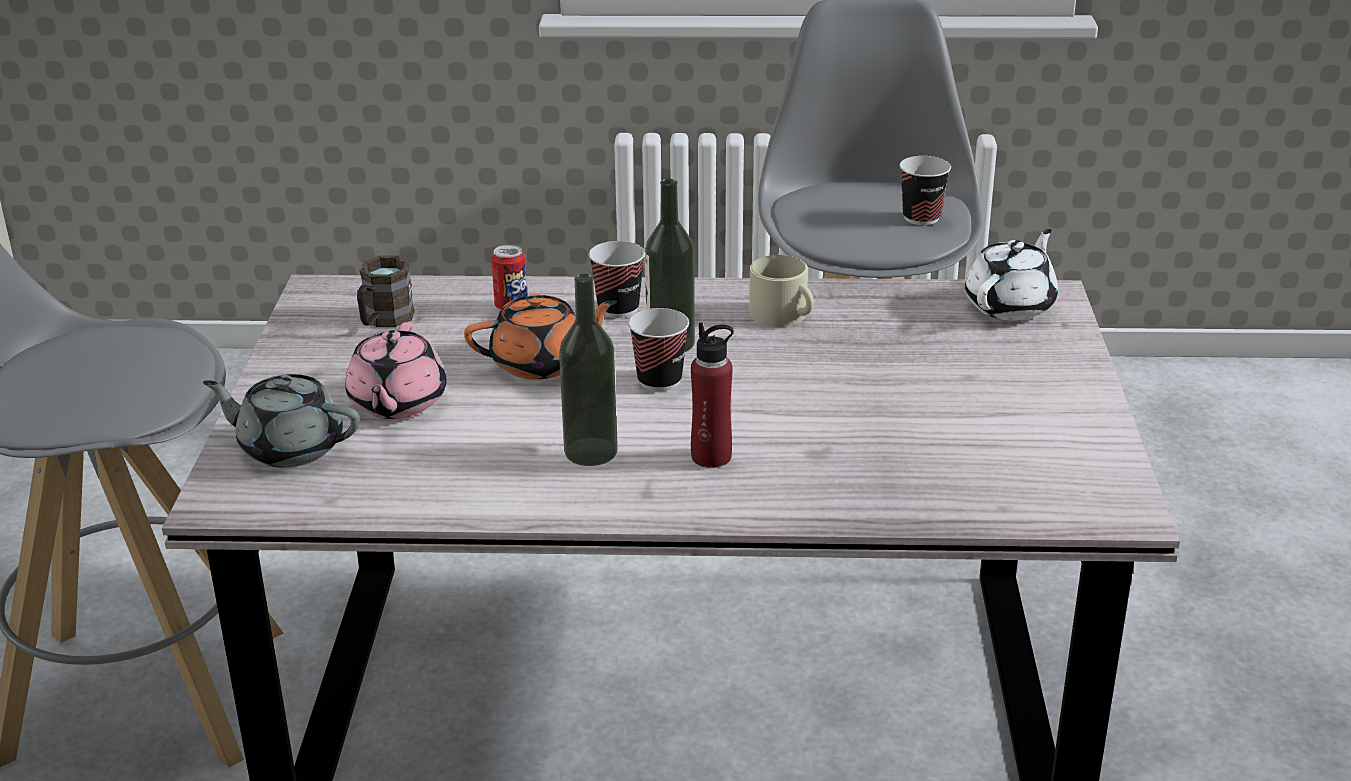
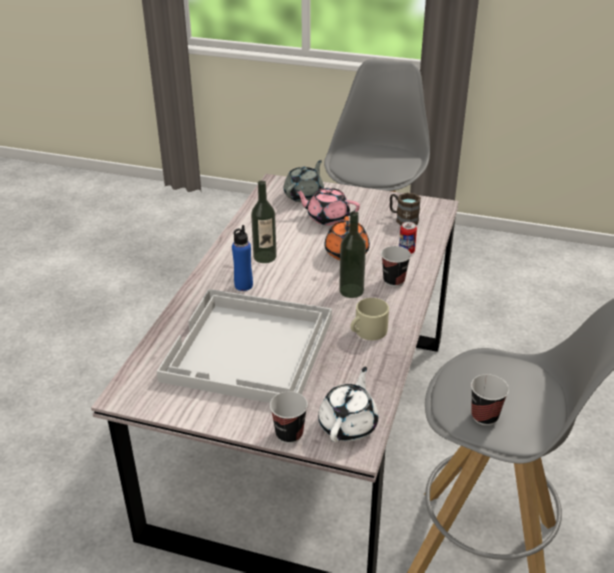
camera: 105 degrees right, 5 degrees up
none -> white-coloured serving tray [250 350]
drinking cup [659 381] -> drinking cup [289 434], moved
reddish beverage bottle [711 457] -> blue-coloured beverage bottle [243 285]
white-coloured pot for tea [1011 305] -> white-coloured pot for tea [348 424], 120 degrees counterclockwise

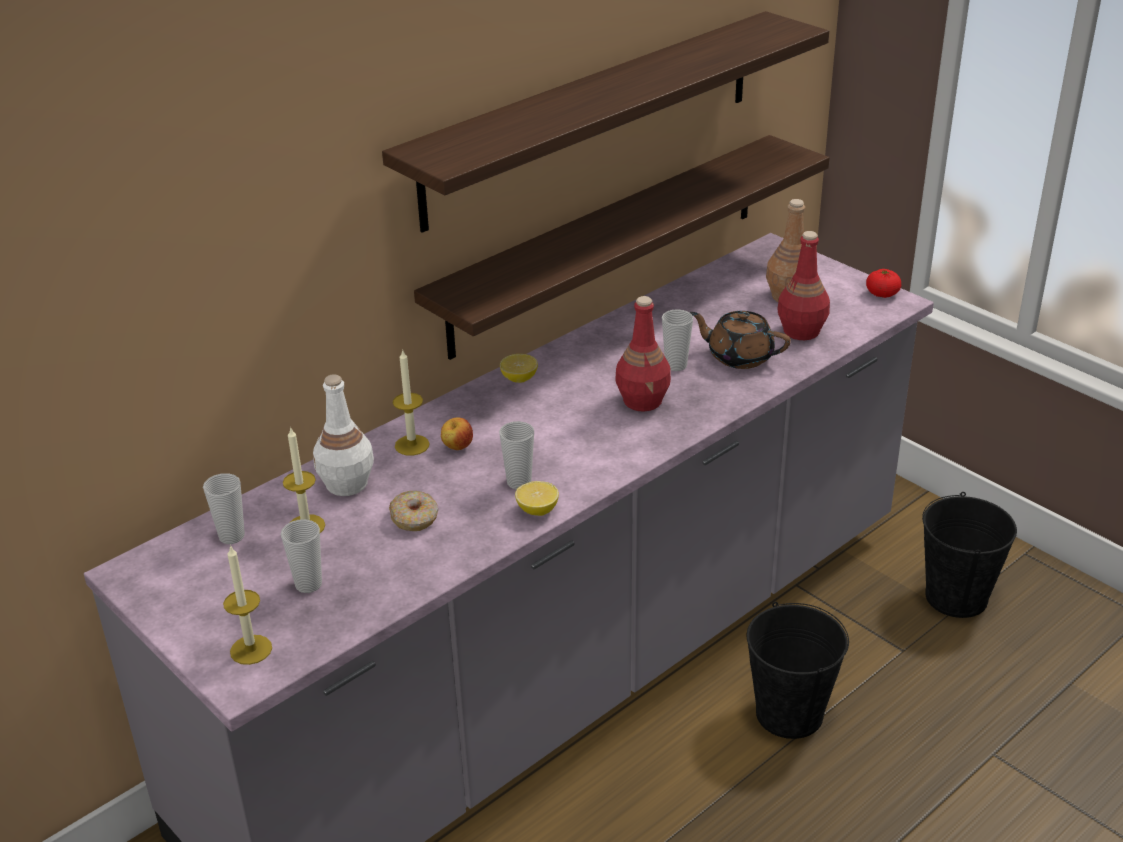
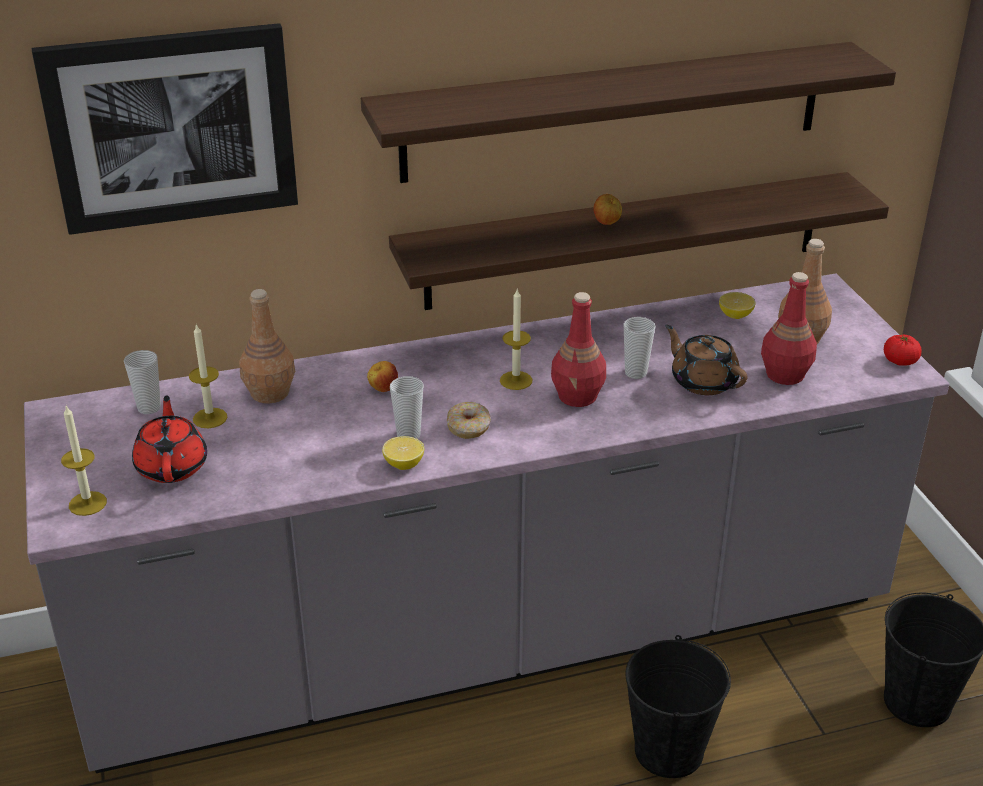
camera: 25 degrees right, 0 degrees up
none -> wall art [172 128]
none -> apple fruit [607 223]
doughnut [414 518] -> doughnut [468 427], moved
candle [412 445] -> candle [516 380], moved
citrus fruit [519 379] -> citrus fruit [735 315], moved
drinking cup [308 584] -> reddish pot for tea [172 466]
white-coloured beverage bottle [347 484] -> brown-coloured beverage bottle [270 393]

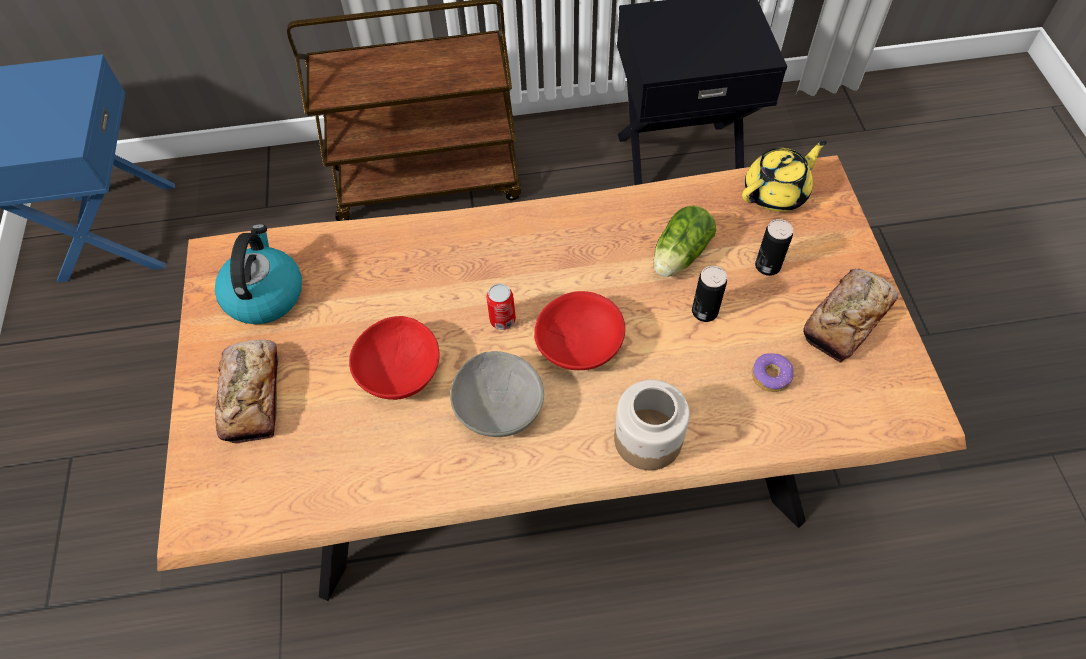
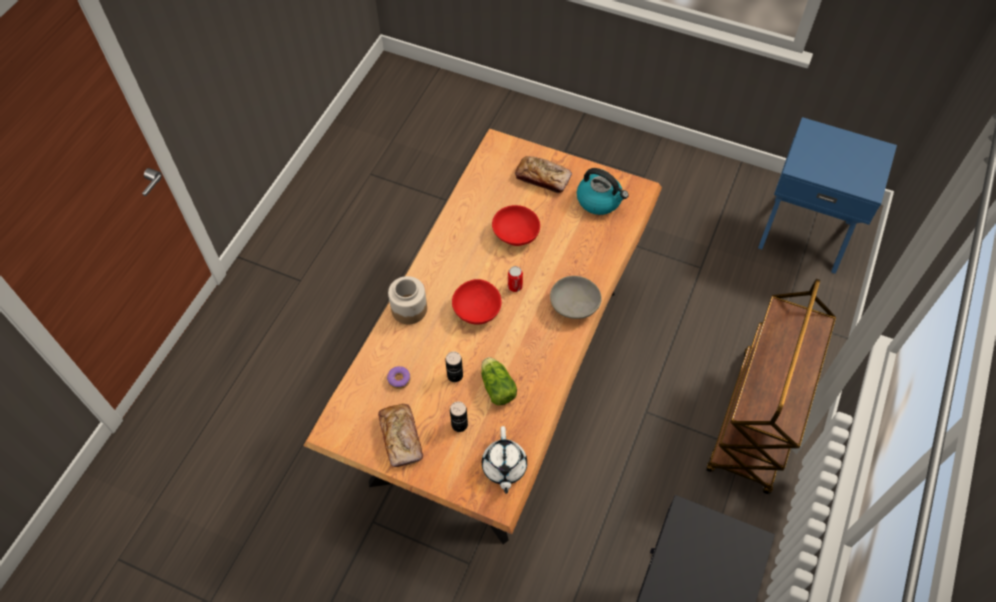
camera: 120 degrees right, 0 degrees up
grey bowl [498 407] -> grey bowl [574 305], moved
yellowish pot for tea [776 192] -> white-coloured pot for tea [504 467]

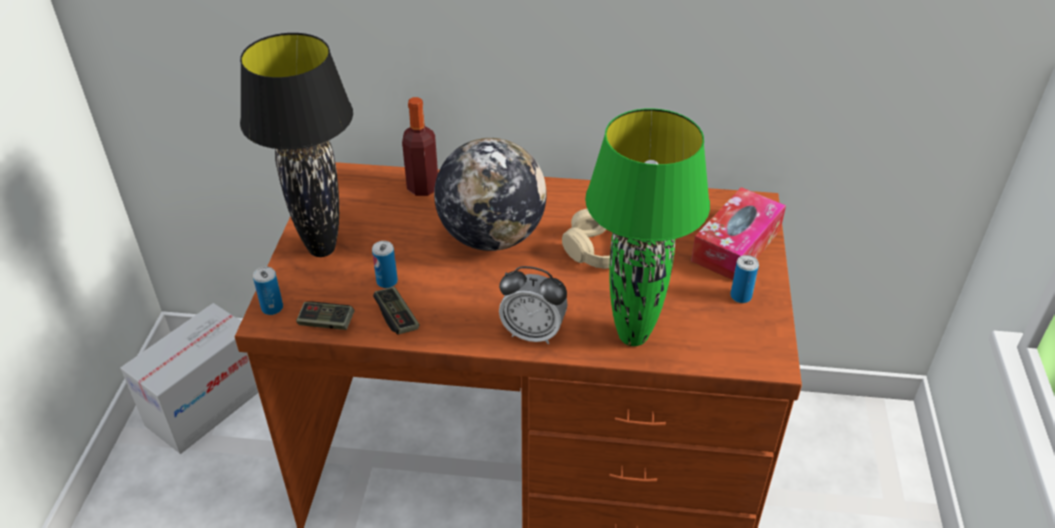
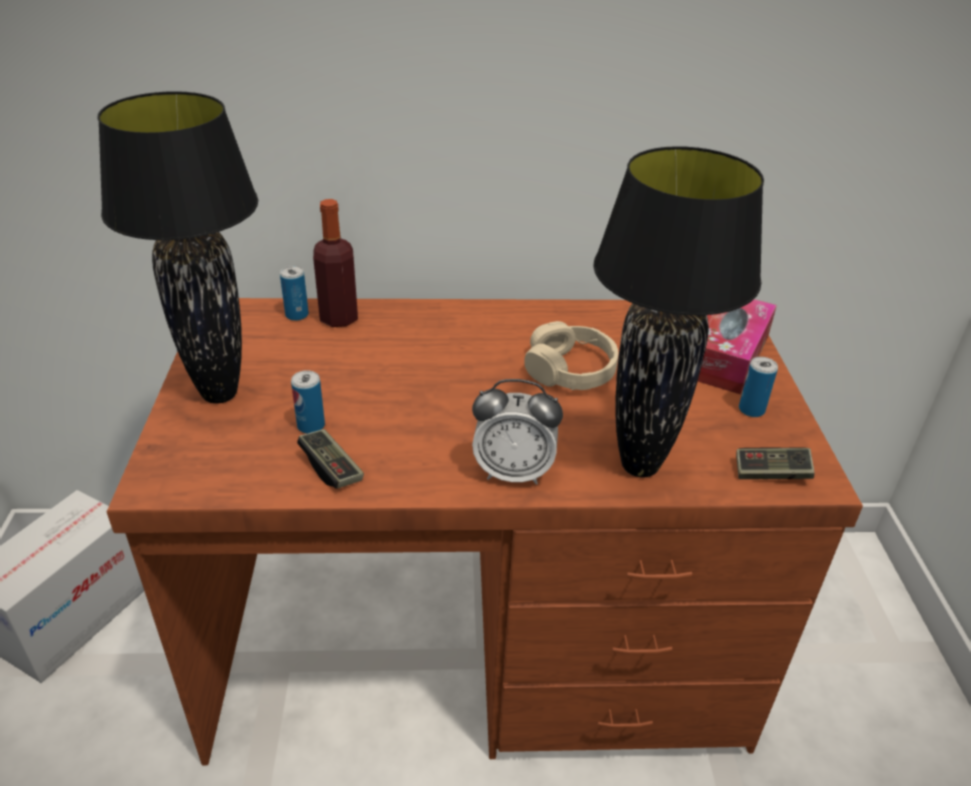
camera: 10 degrees left, 5 degrees down
world globe [491 237] -> none
sealed can [272 308] -> sealed can [297 315], moved
gamepad [326 323] -> gamepad [771 473], moved
green-coloured lamp for a table [632 336] -> black-coloured lamp for a table [638 465]

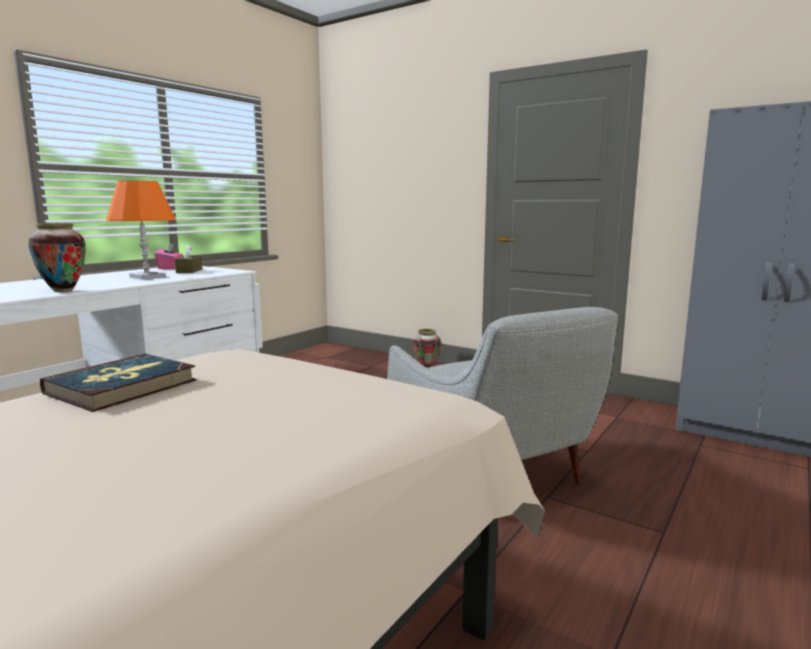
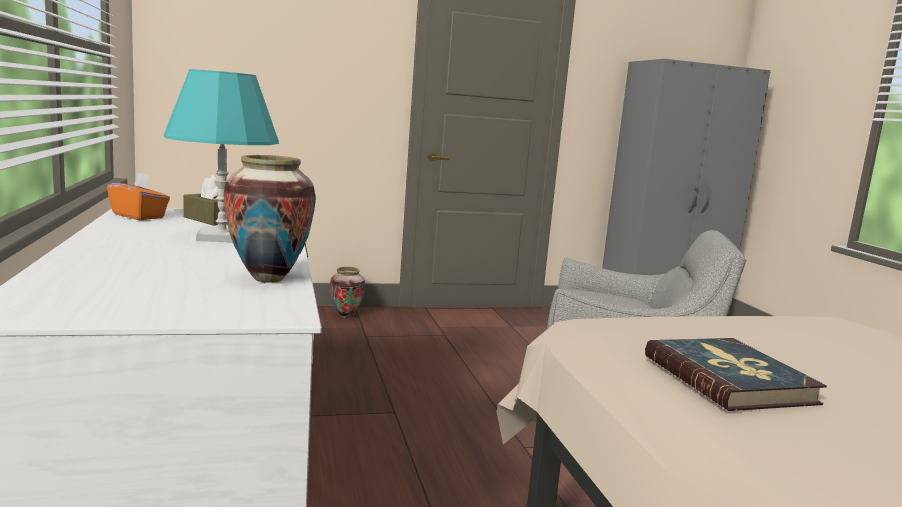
camera: 50 degrees left, 0 degrees up
orange-coloured lamp for a table [147 277] -> turquoise-coloured lamp for a table [221 237]
pinkish tissue holder [170 268] -> orange-coloured tissue holder [139 216]

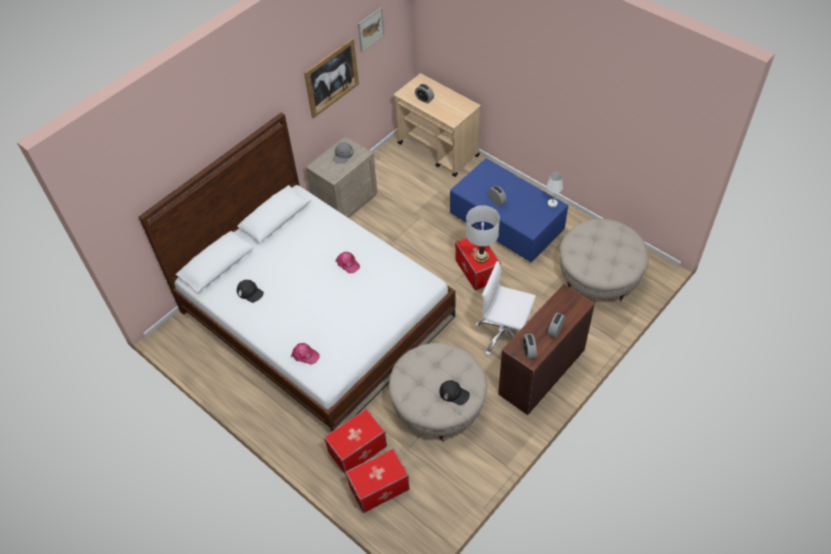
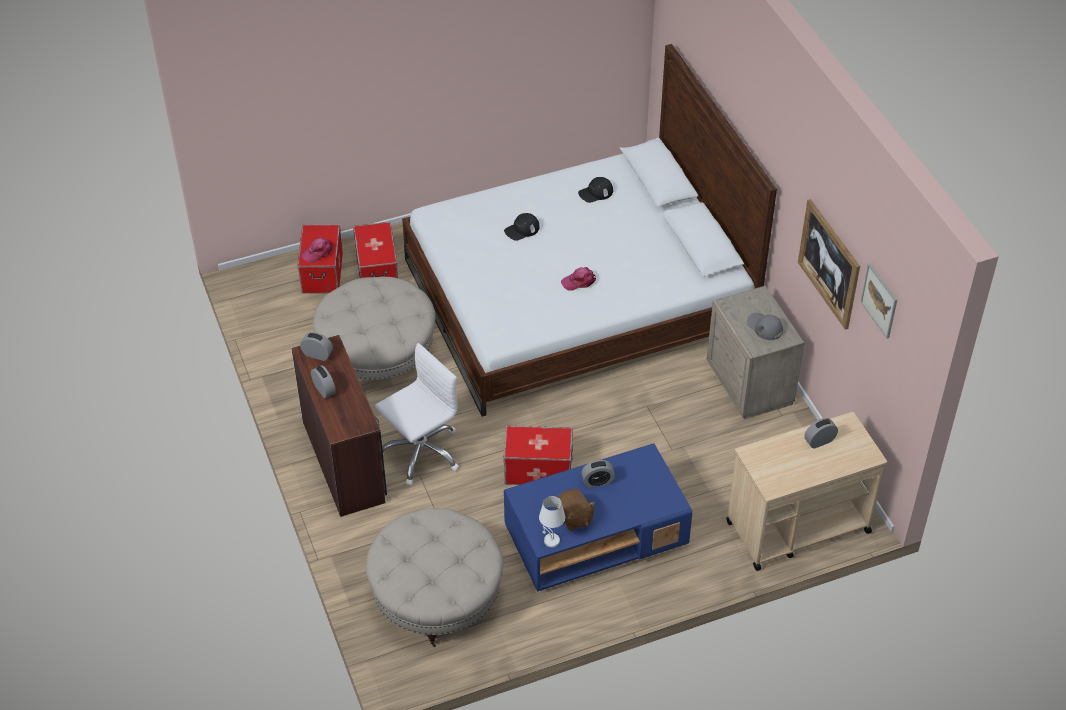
camera: 115 degrees right, 5 degrees down
white-coloured lamp for a table [481 257] -> none
none -> brown-coloured plush toy [573 518]
pinkish peaked cap [305 355] -> pinkish peaked cap [318 252], moved
black-coloured peaked cap [454 393] -> black-coloured peaked cap [522 229], moved

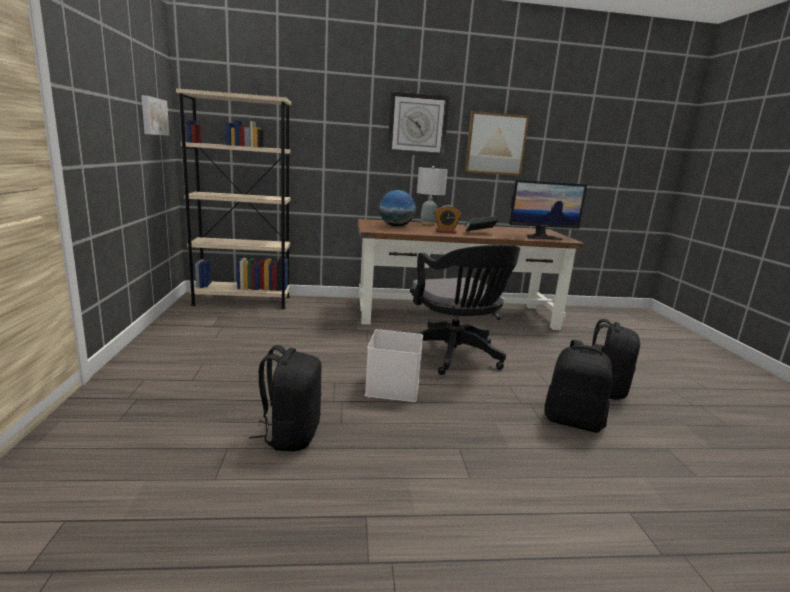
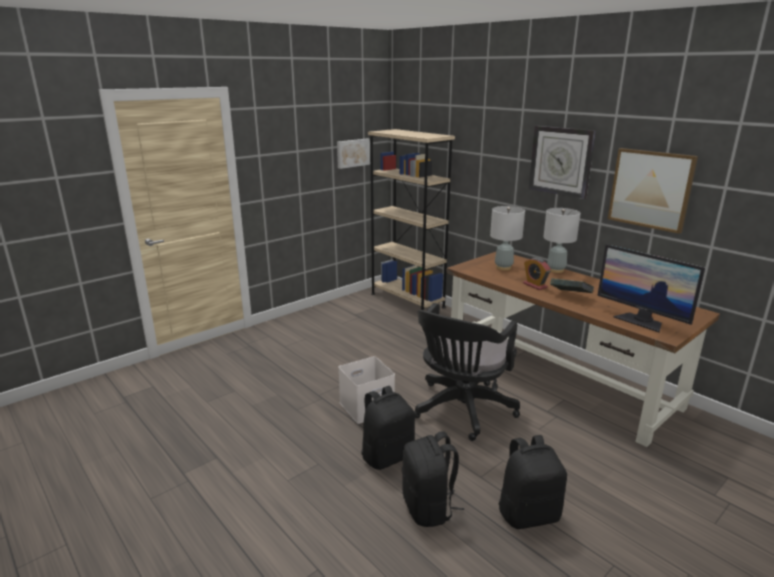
camera: 55 degrees right, 5 degrees up
black-coloured knapsack [290 435] -> black-coloured knapsack [387 456], moved
world globe [396 226] -> grey lamp for a table [503 267]

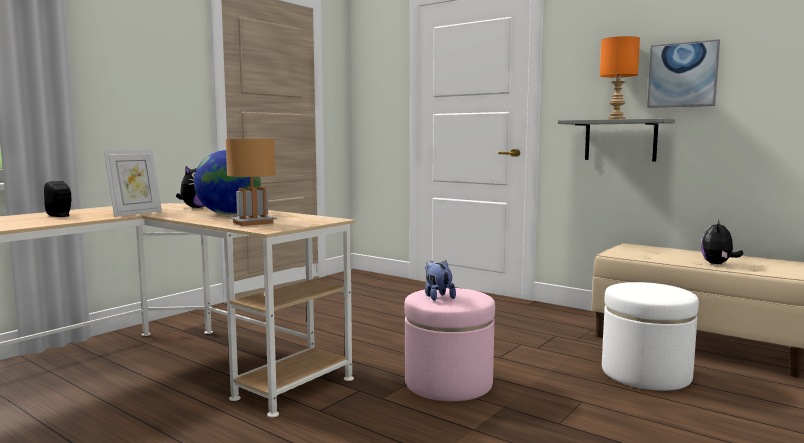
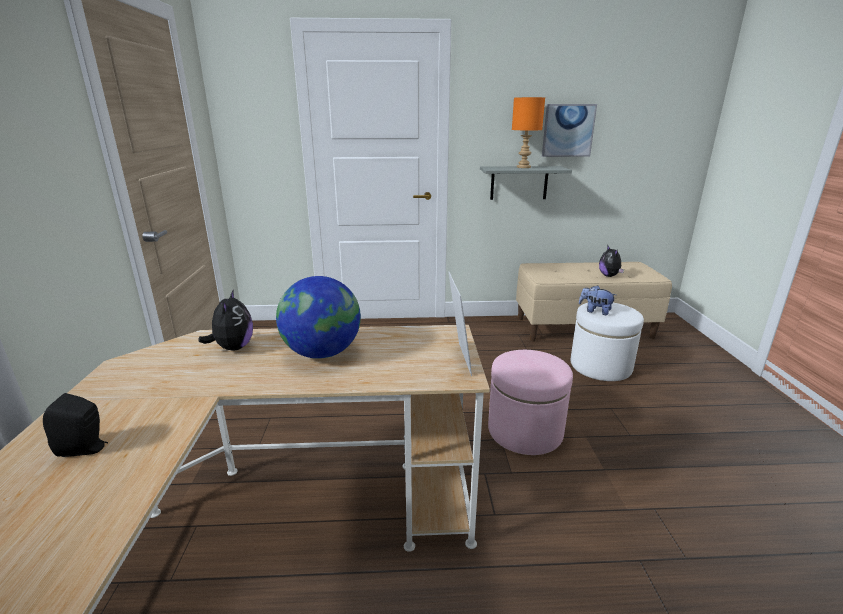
camera: 40 degrees left, 15 degrees up
brown-coloured lamp for a table [253 223] -> none
photo frame [135 213] -> photo frame [458 359], moved
plush toy [437 297] -> plush toy [595 311], moved

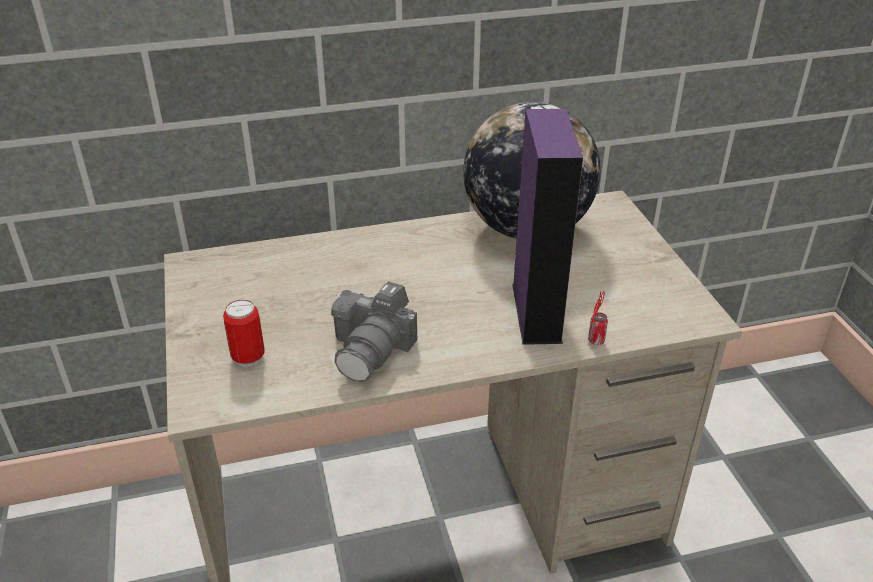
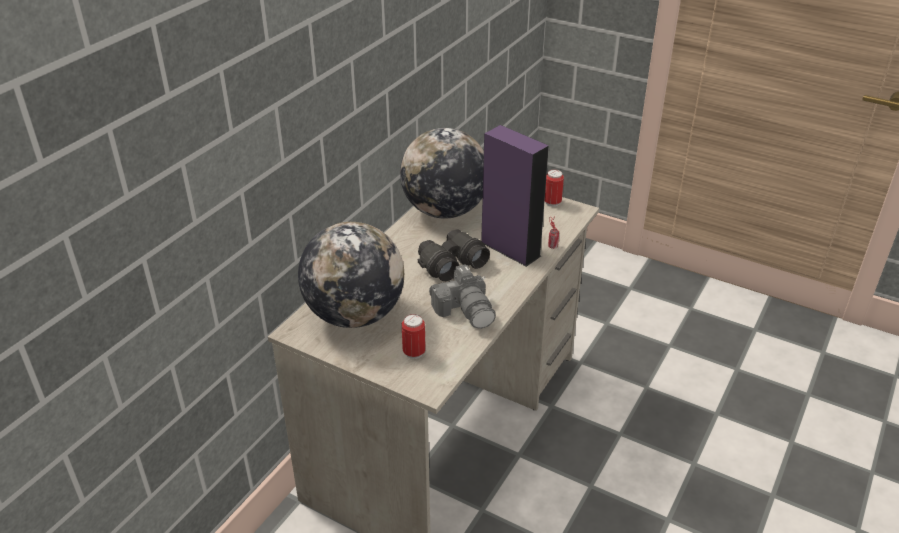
camera: 45 degrees left, 0 degrees up
none -> world globe [354 315]
none -> black-coloured pair of binoculars [450 263]
none -> sealed can [552 202]

